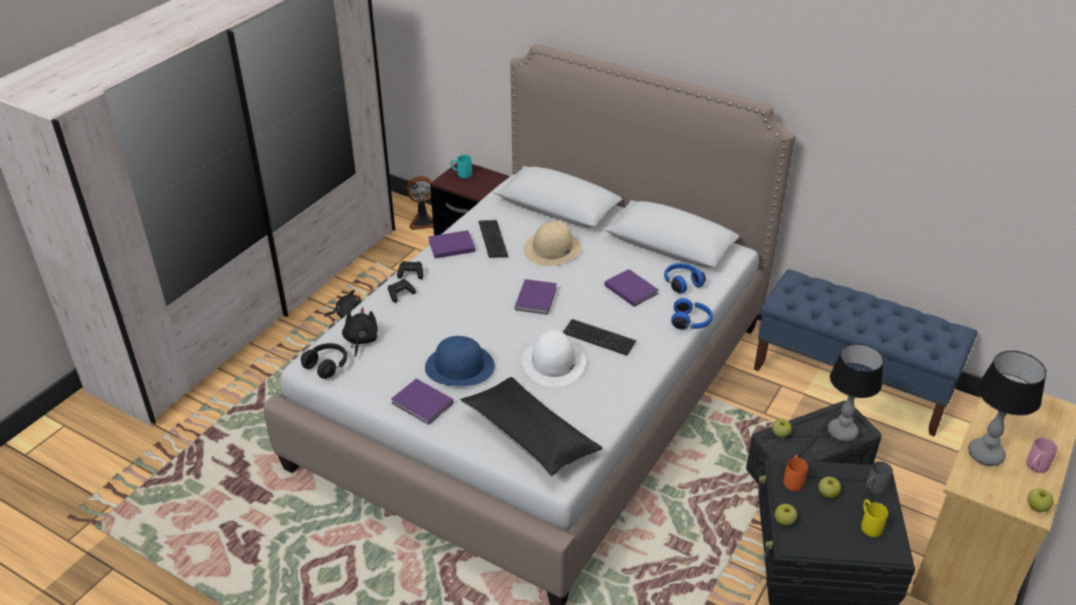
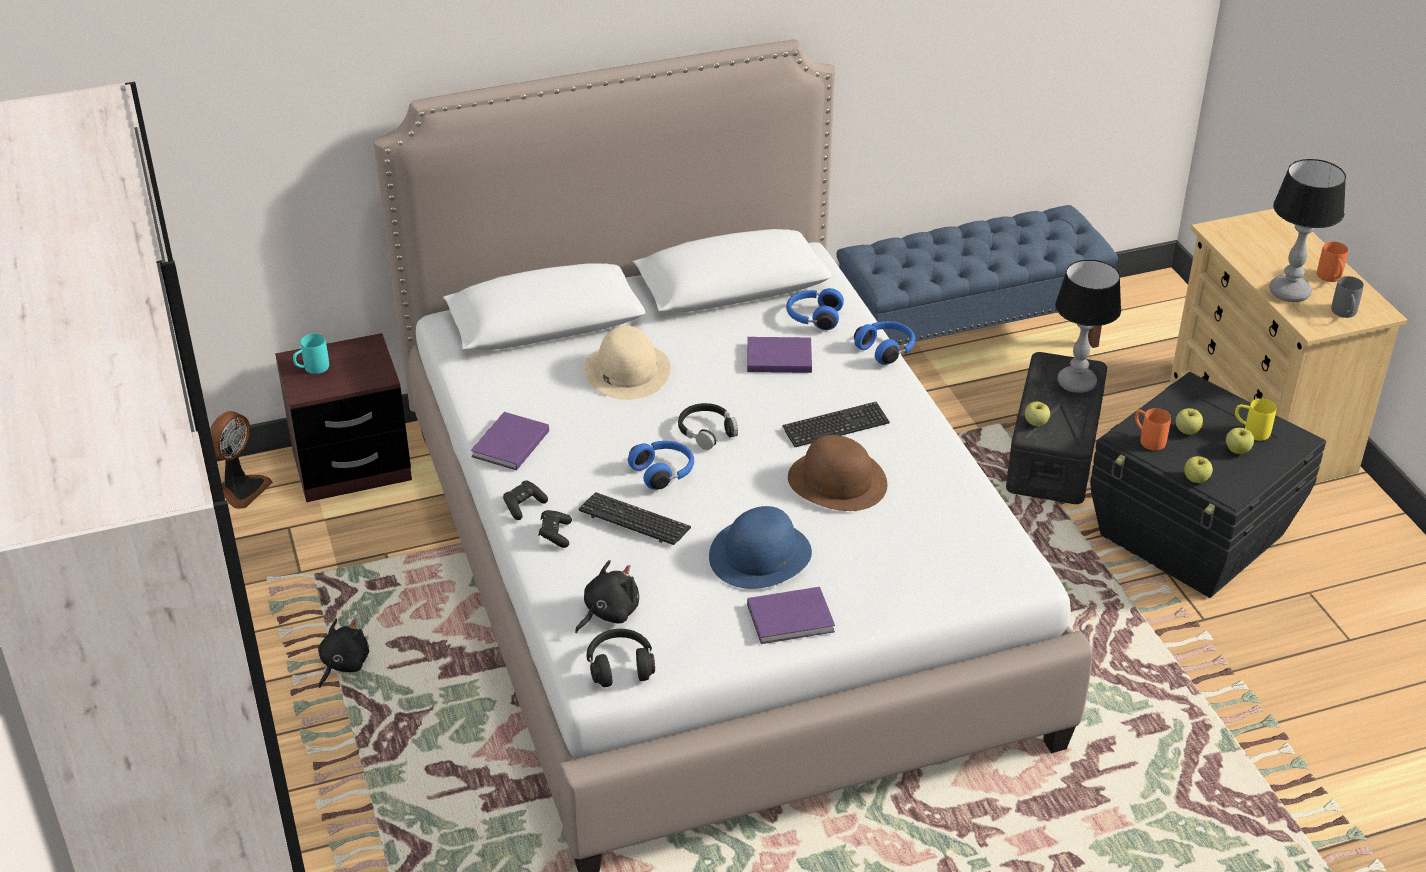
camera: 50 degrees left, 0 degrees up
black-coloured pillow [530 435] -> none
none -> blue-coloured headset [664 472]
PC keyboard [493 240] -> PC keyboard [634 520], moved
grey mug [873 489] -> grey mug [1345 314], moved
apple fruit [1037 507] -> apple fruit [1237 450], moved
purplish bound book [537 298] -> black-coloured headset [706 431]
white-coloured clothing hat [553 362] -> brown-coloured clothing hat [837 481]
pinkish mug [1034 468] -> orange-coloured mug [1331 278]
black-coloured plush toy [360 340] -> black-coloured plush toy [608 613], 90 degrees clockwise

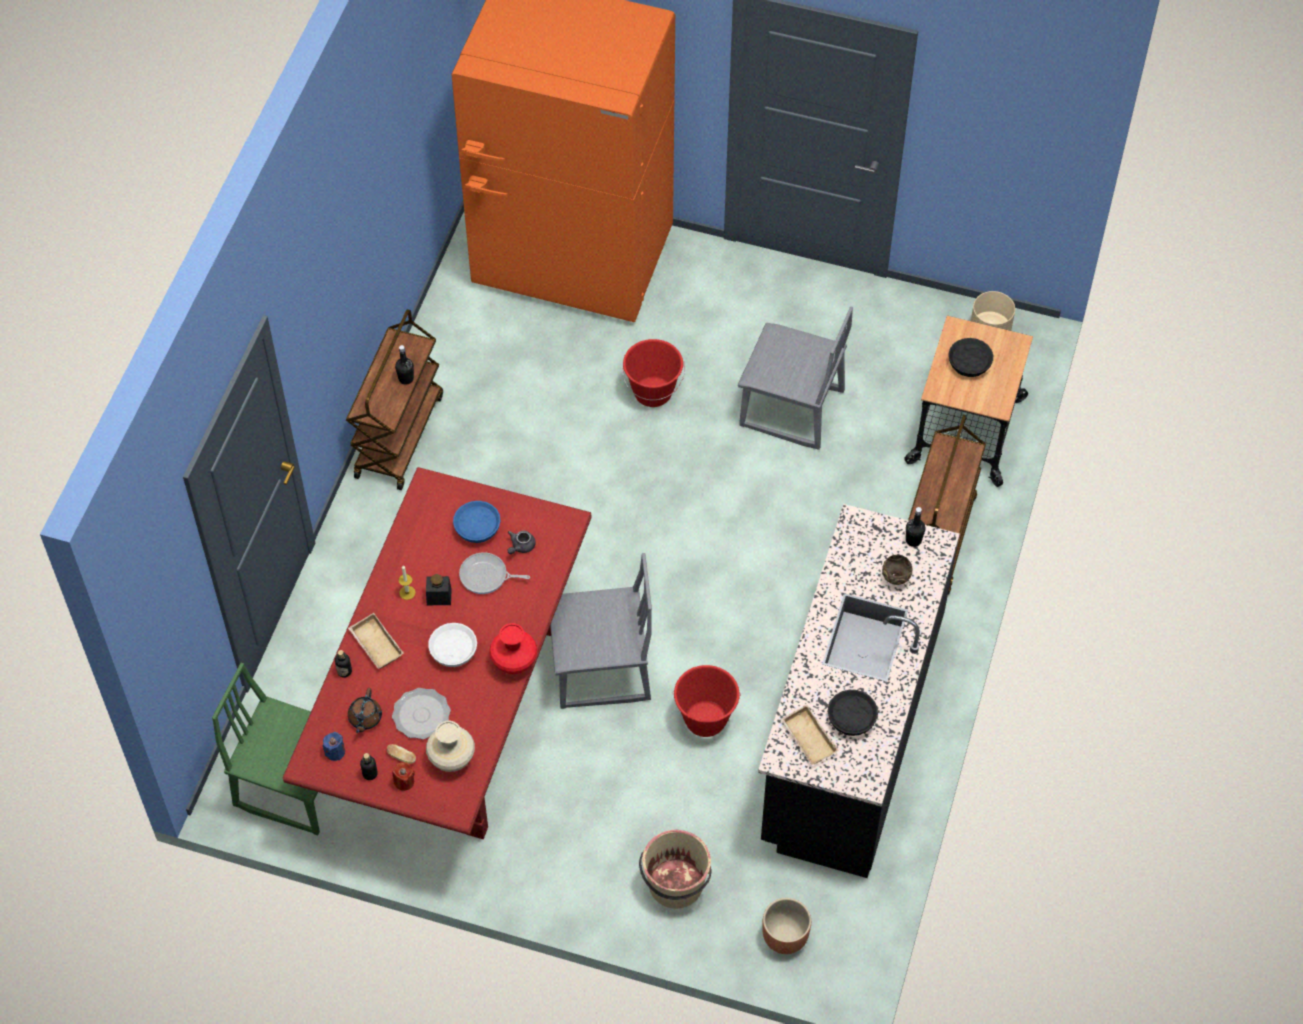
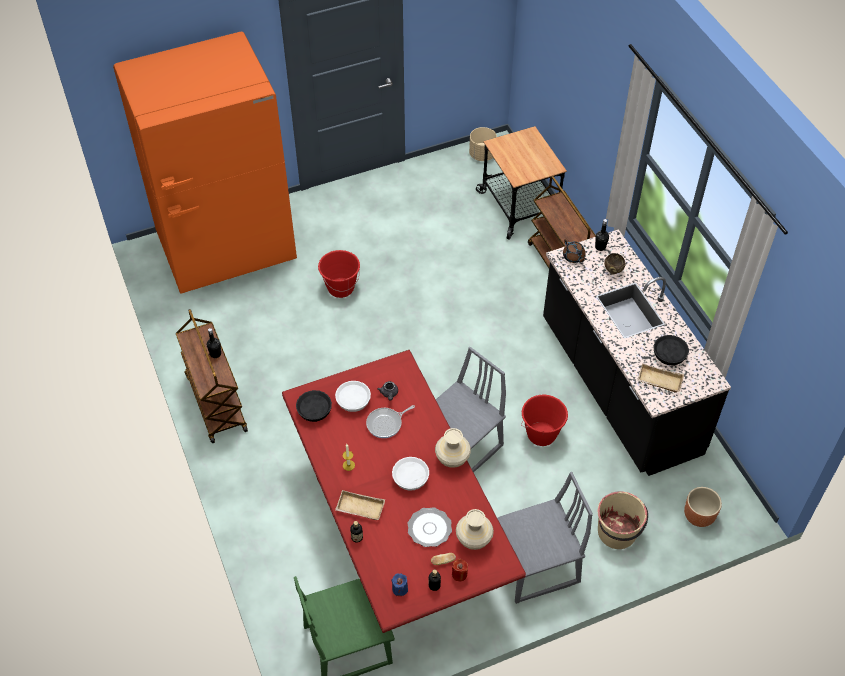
camera: 40 degrees left, 5 degrees down
black-coloured jar [439 597] -> none
brown-coloured pot for tea [365 718] -> brown-coloured pot for tea [573 257], moved
grey plain chair [791 409] -> grey plain chair [536 566], moved
black-coloured bowl [969 363] -> black-coloured bowl [314 411], moved
blue-coloured bowl [477 529] -> white-coloured bowl [353 401]
reddish vase [514 663] -> beige vase [452 460]

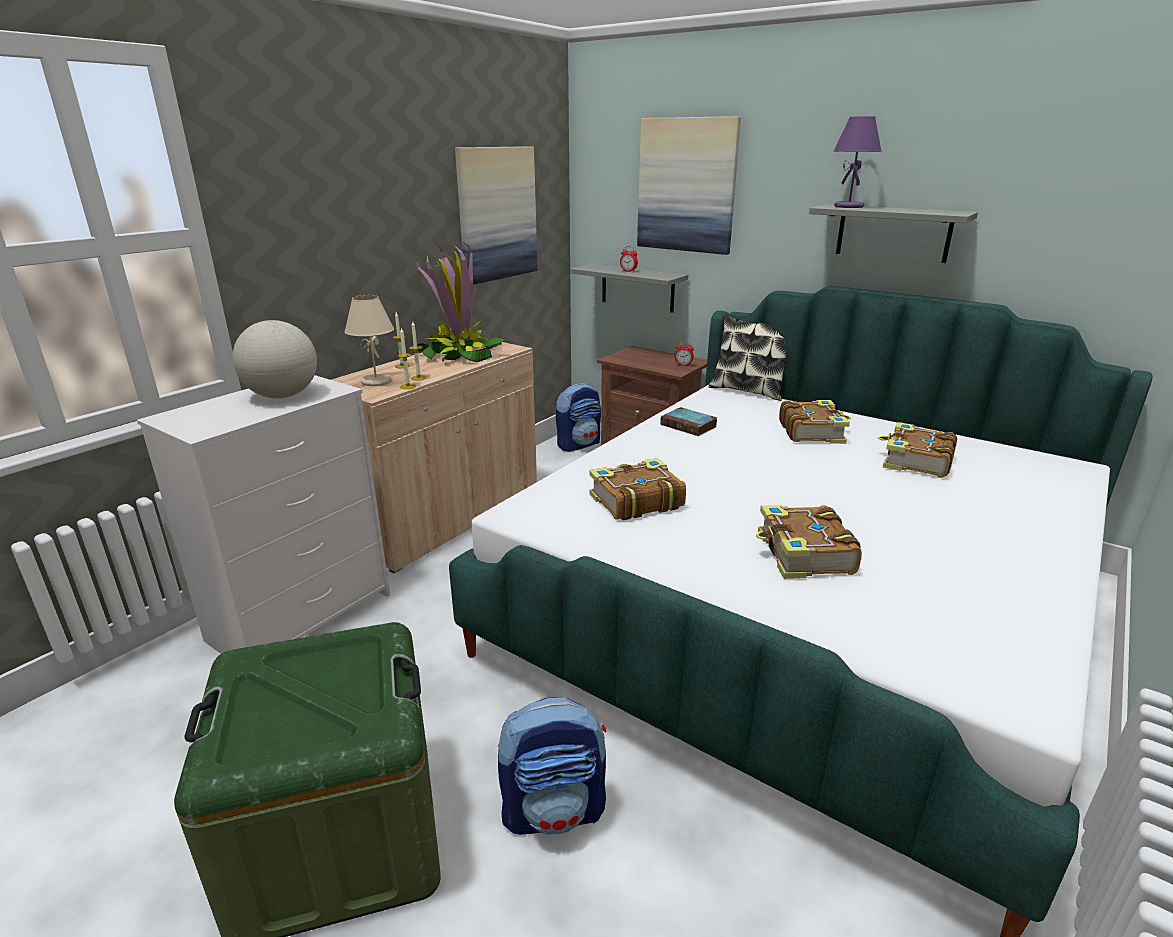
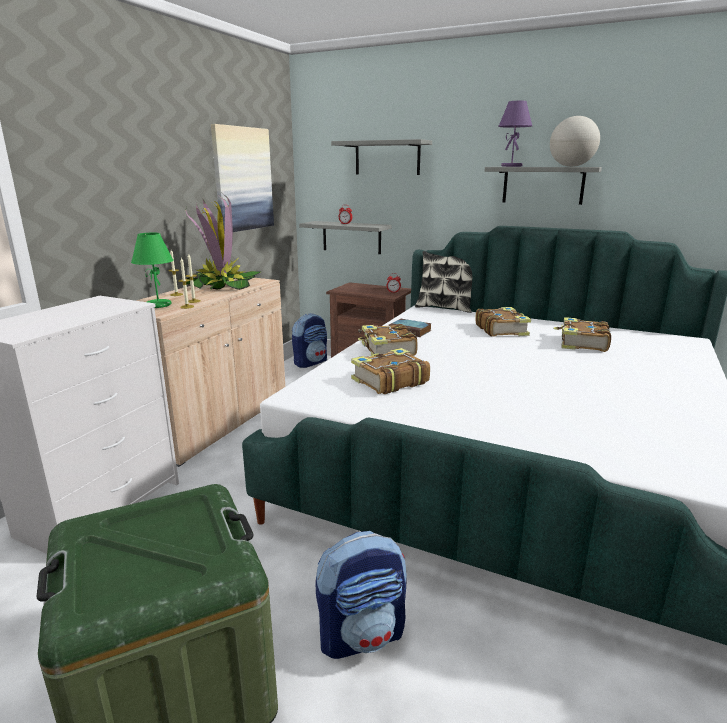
camera: 10 degrees left, 5 degrees down
world globe [282 396] -> world globe [571 166], moved
bound book [803 555] -> bound book [387 350], moved
wall art [687 185] -> grey wall shelf [387 158]
beige lamp for a table [376 382] -> green-coloured lamp for a table [158 305]

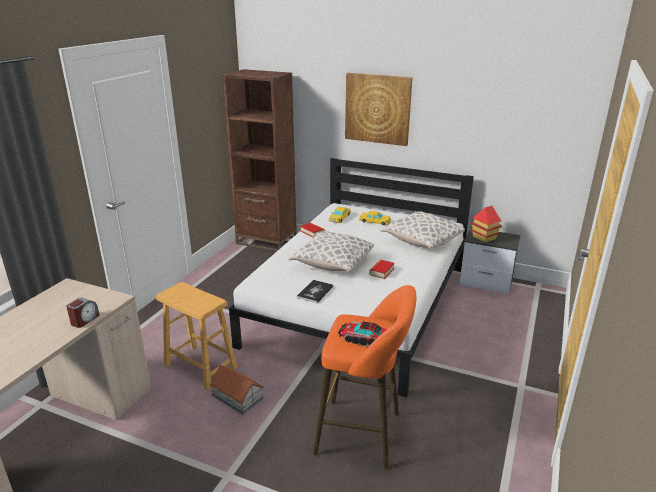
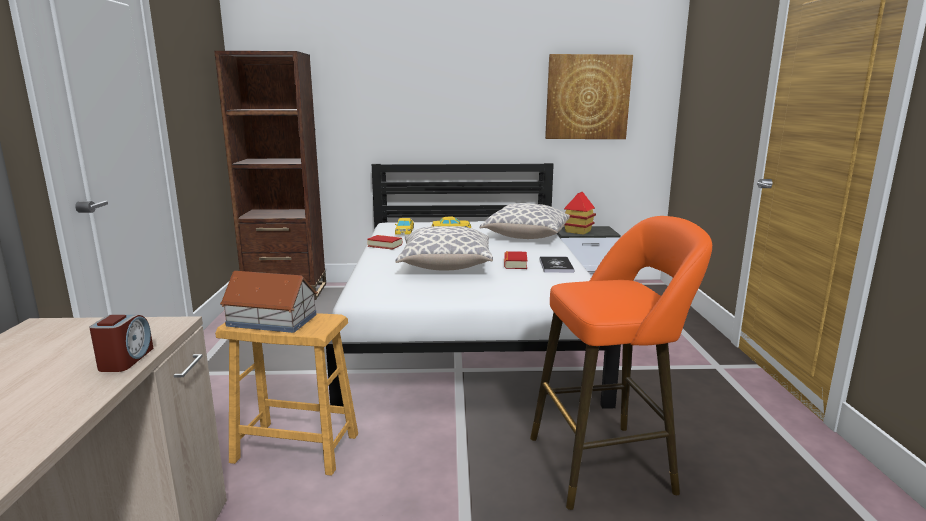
camera: 25 degrees left, 10 degrees down
model truck [364 340] -> none
toy house [237 396] -> toy house [271 320], moved
bound book [315 292] -> bound book [556 265], moved
wall art [377 109] -> wall art [587 97], moved

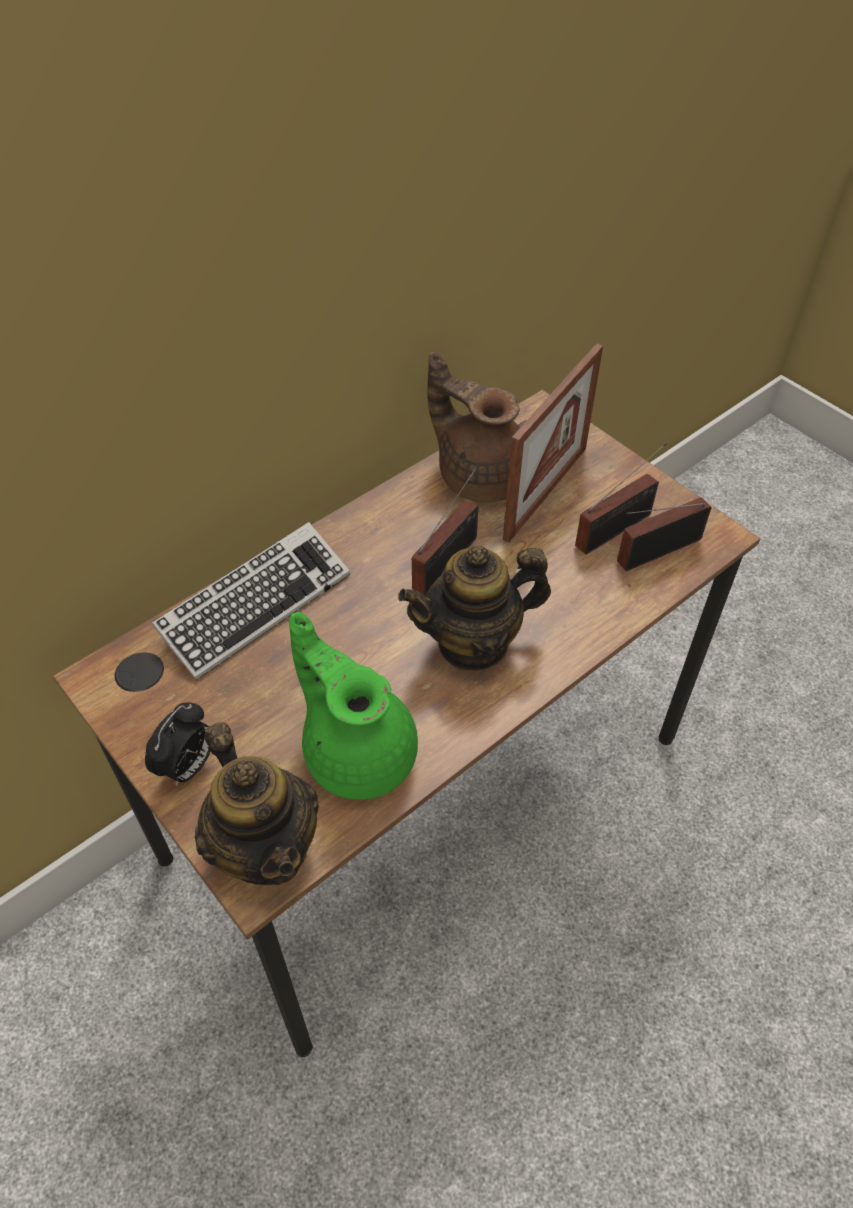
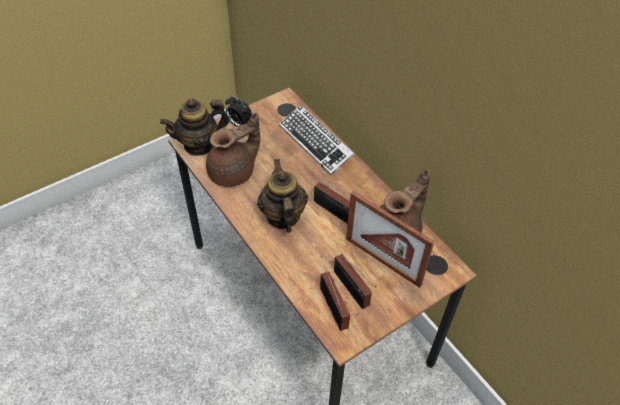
camera: 95 degrees right, 0 degrees up
green-coloured pot for tea [358 751] -> brown-coloured pot for tea [234 172]

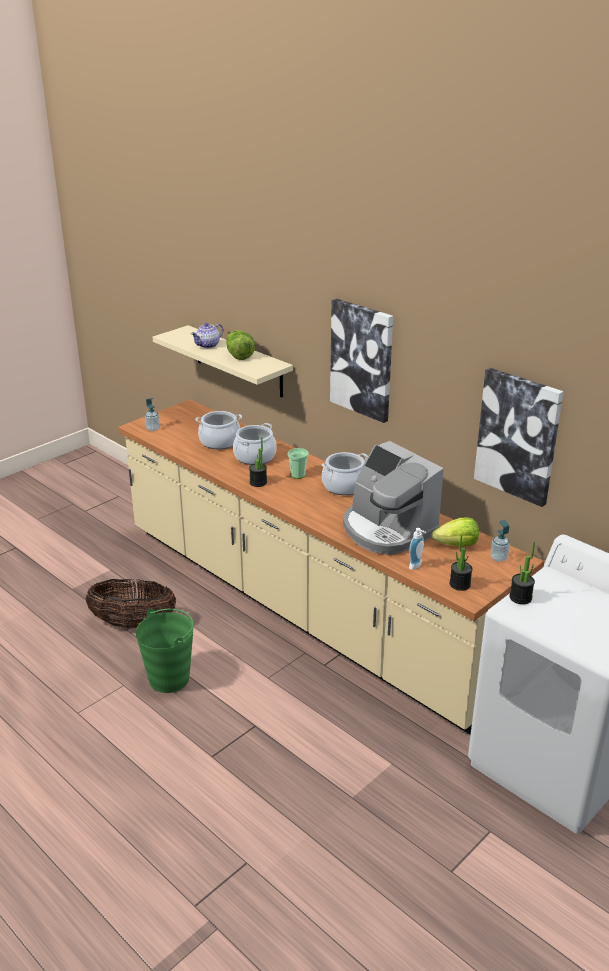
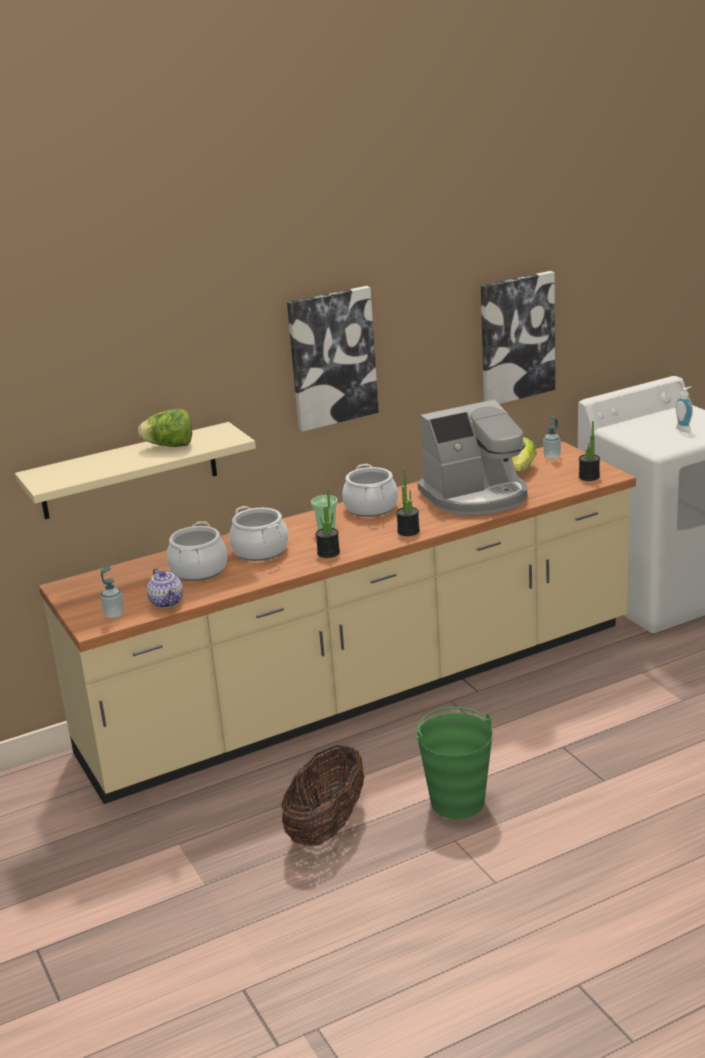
camera: 70 degrees left, 5 degrees down
pot for tea [208 345] -> pot for tea [167 602], moved
soap dispenser [417 566] -> soap dispenser [684 429], moved
potted plant [520 597] -> potted plant [408 531], moved

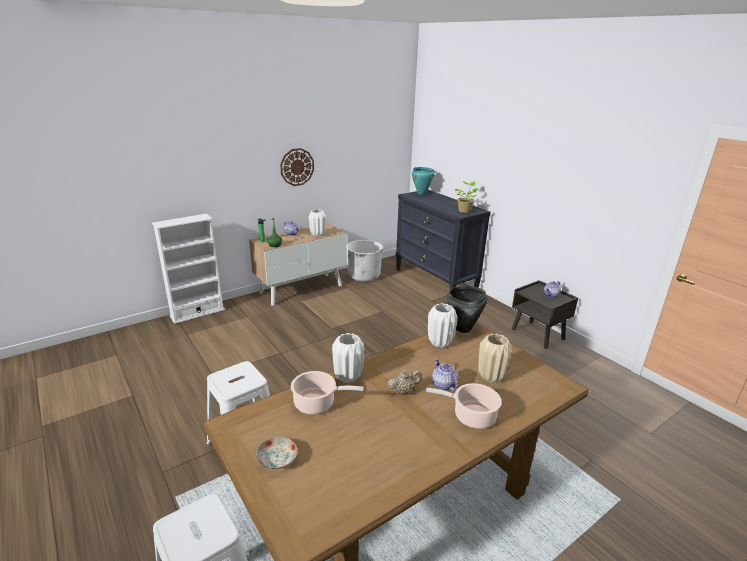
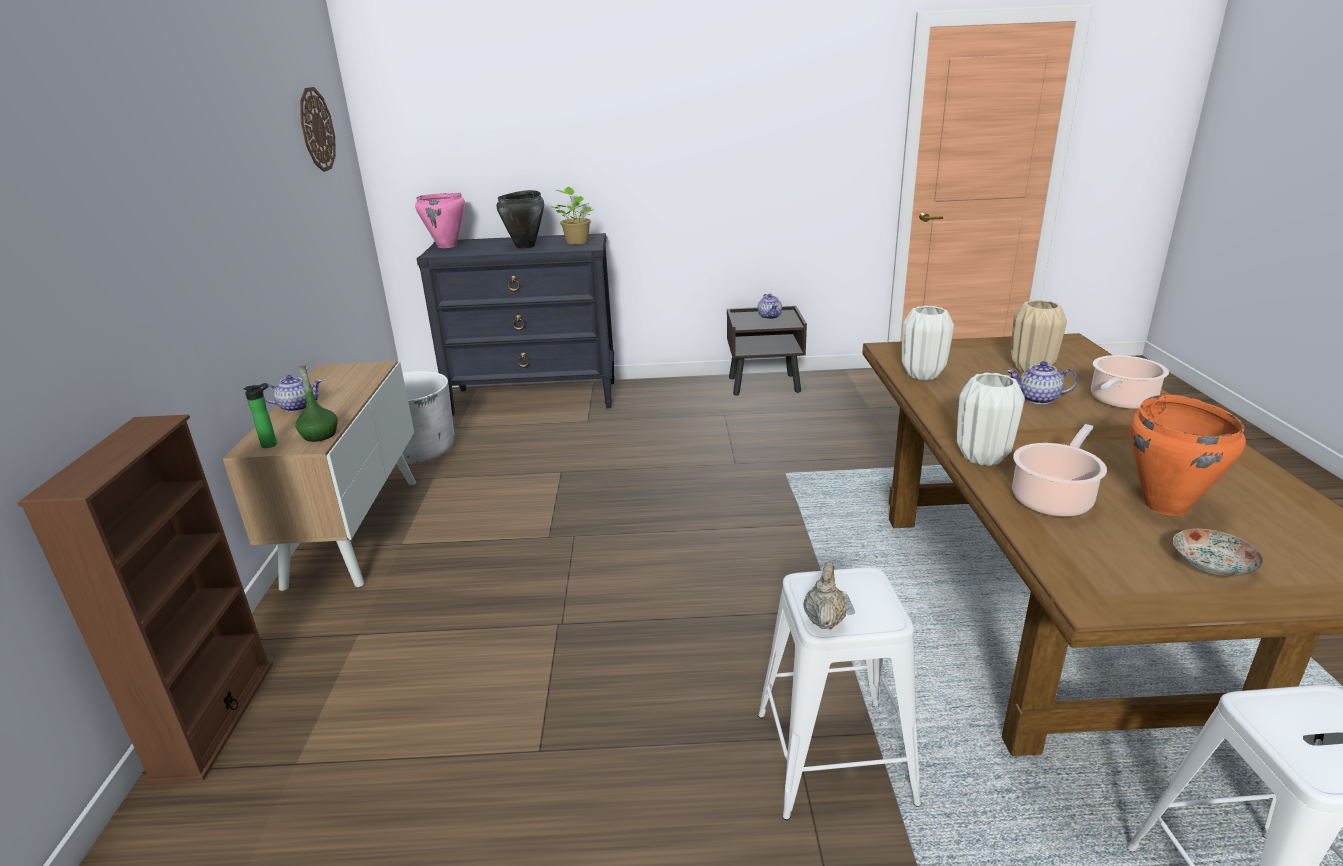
camera: 55 degrees left, 0 degrees up
white-coloured vase [317 234] -> none
none -> orange-coloured stockpot [1165 505]
wall clock [297 167] -> wall clock [316 129], moved
beige pot for tea [404 391] -> beige pot for tea [824 619], moved
black-coloured stockpot [463 329] -> black-coloured stockpot [525 246], moved
white-coloured shelving unit [197 313] -> brown-coloured shelving unit [215 719]
turquoise-coloured stockpot [421 193] -> pinkish stockpot [447 246]

